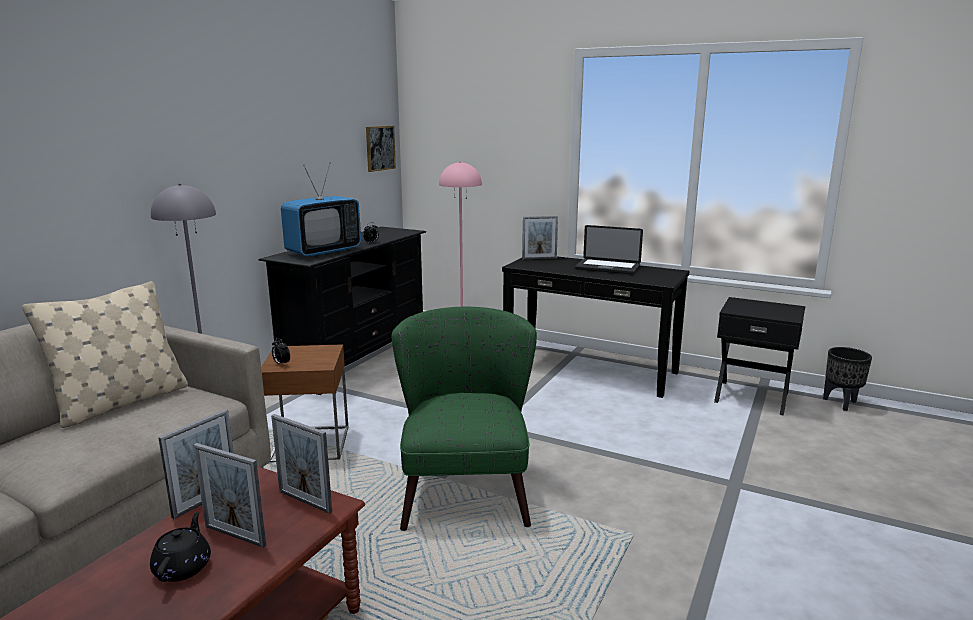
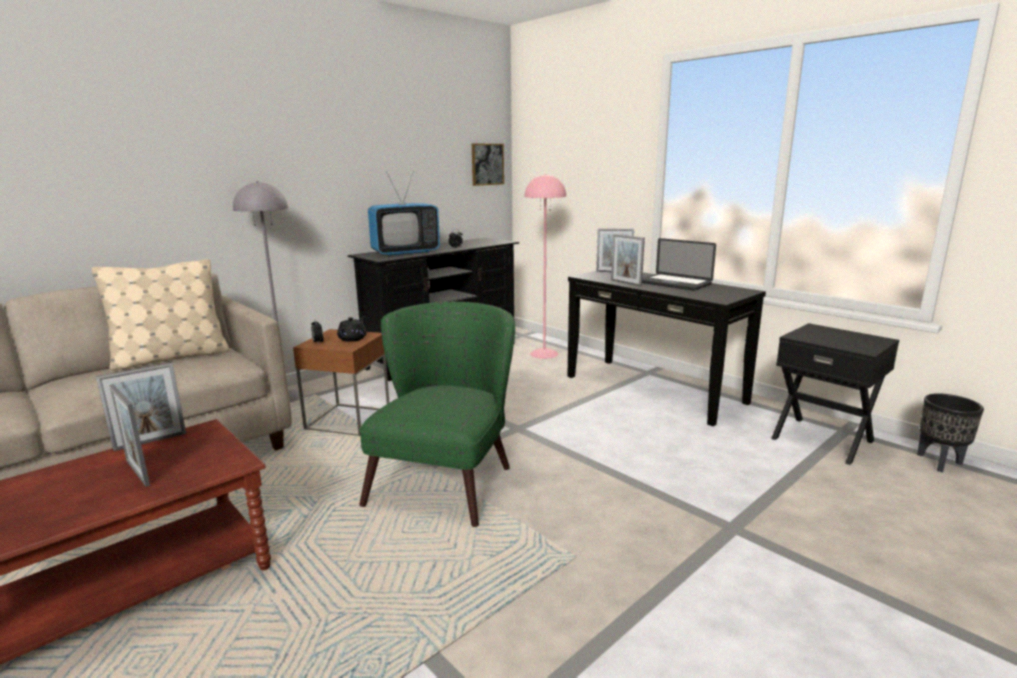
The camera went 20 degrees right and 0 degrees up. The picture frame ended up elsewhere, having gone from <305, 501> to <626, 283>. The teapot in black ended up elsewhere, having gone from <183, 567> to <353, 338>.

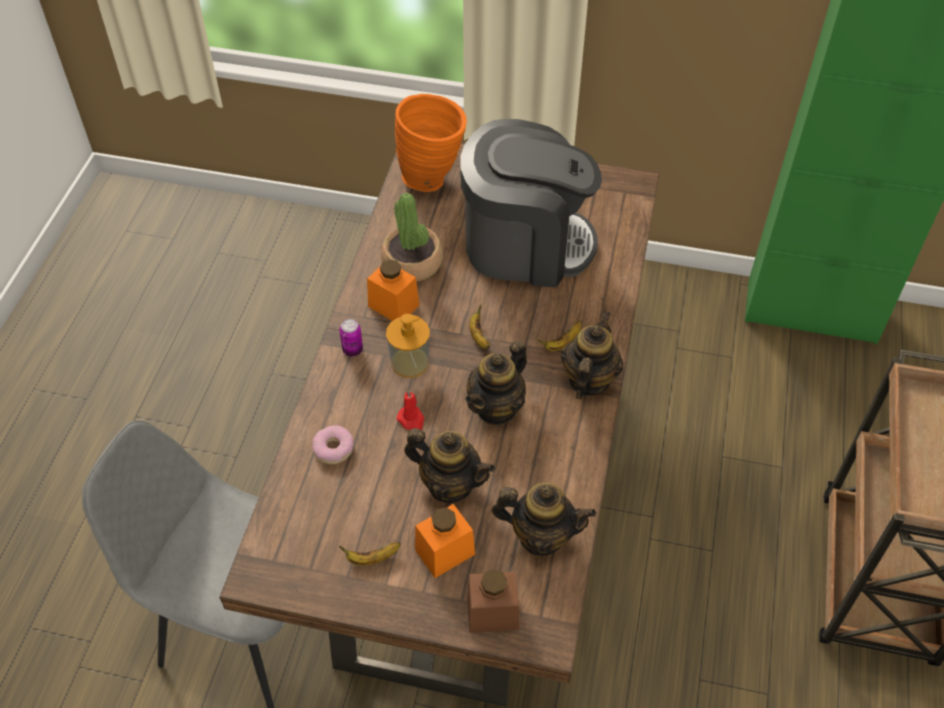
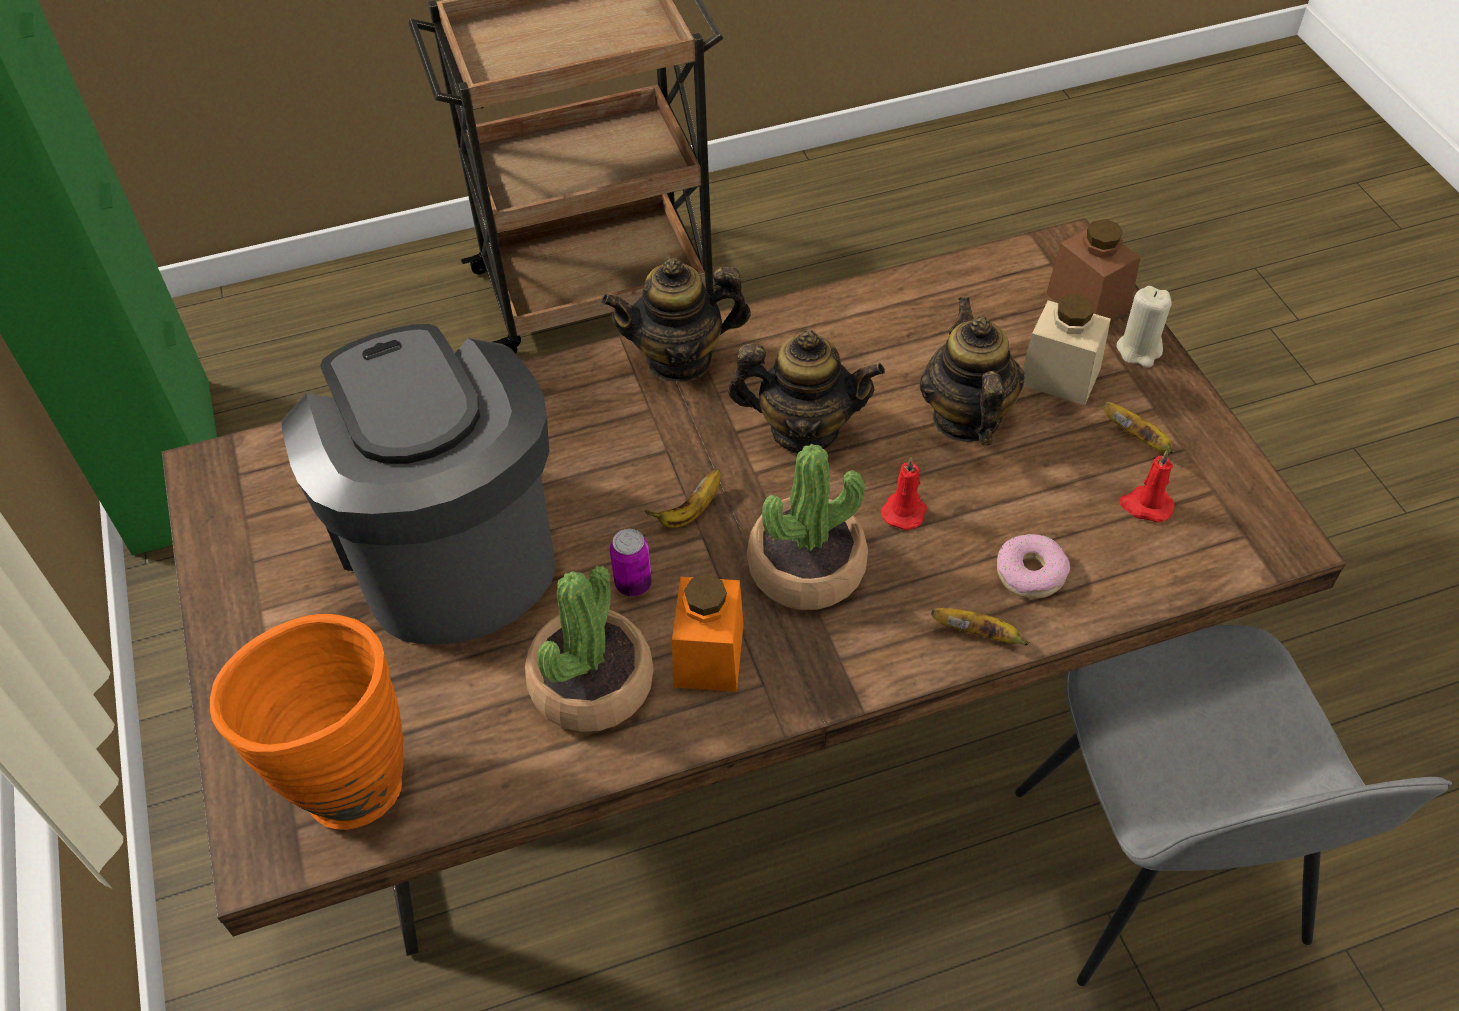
The camera went 120 degrees left and 0 degrees up. Where the soap dispenser stood at <410, 362>, the potted plant came to stand at <806, 568>. The can ended up elsewhere, having gone from <352, 350> to <633, 584>. The banana ended up elsewhere, having gone from <562, 343> to <978, 634>. The second view lost the teapot at <541, 535>. What was the jar in orange at <445, 552> turned into the jar in beige at <1059, 376>. The second view gained the candle in beige at <1139, 350>. The second view gained the candle in red at <1145, 505>.

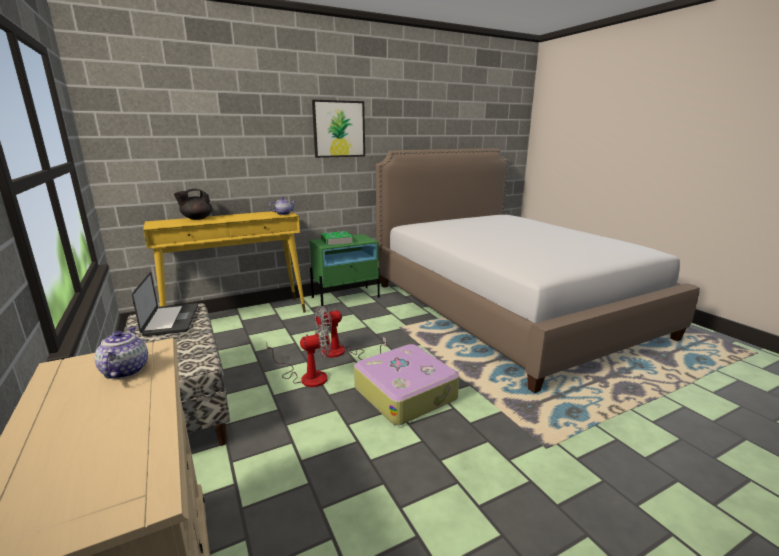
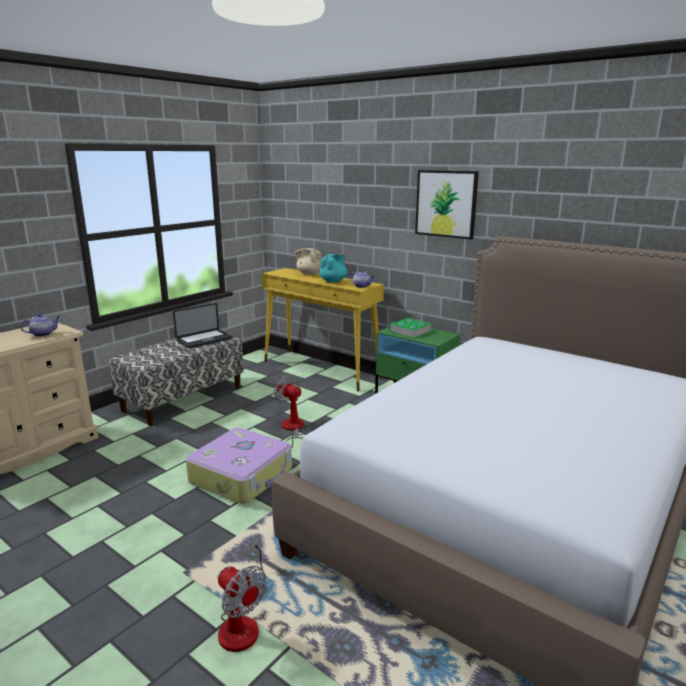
The camera went 65 degrees right and 0 degrees up. What was the teapot in black at <196, 218> turned into the teapot in beige at <309, 274>. The fan ended up elsewhere, having gone from <306, 376> to <242, 622>. The second view gained the teapot in turquoise at <333, 281>.

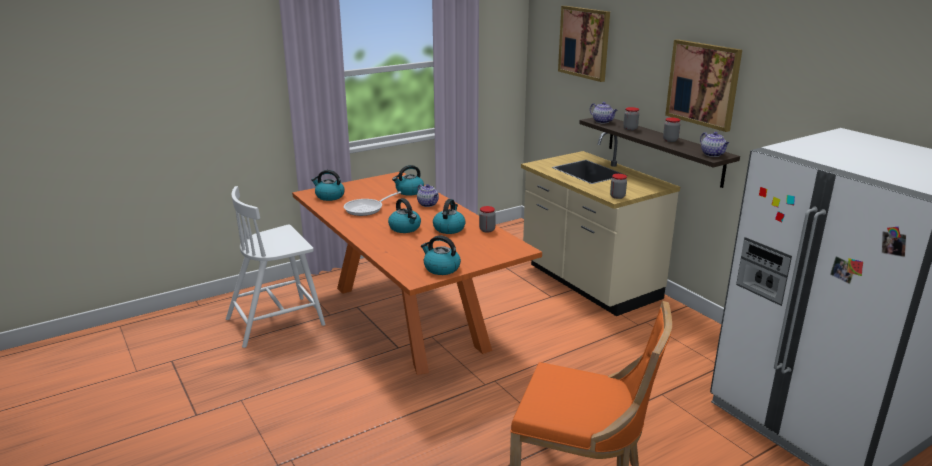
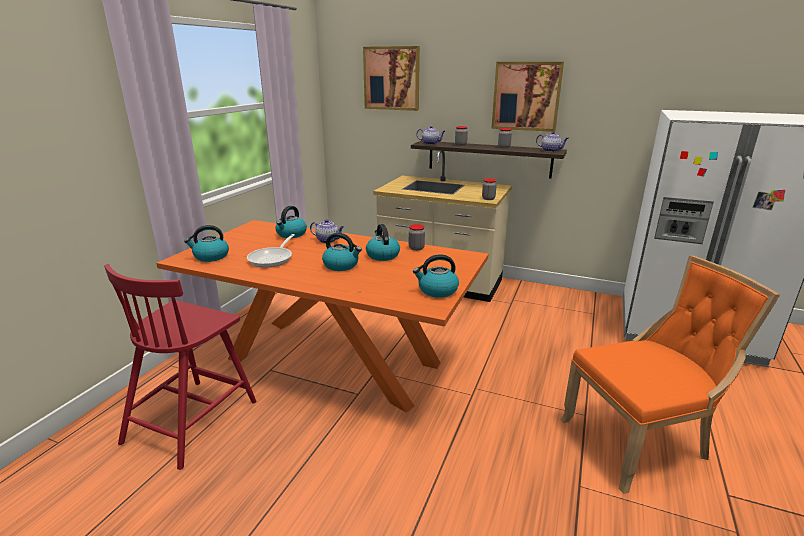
The camera went 35 degrees left and 0 degrees up. What was the chair in white at <277, 321> turned into the chair in red at <193, 419>.

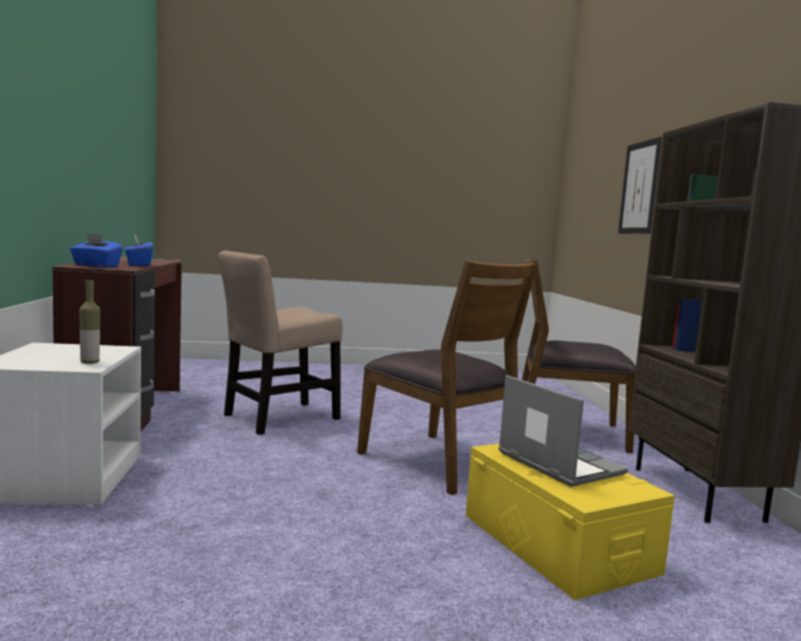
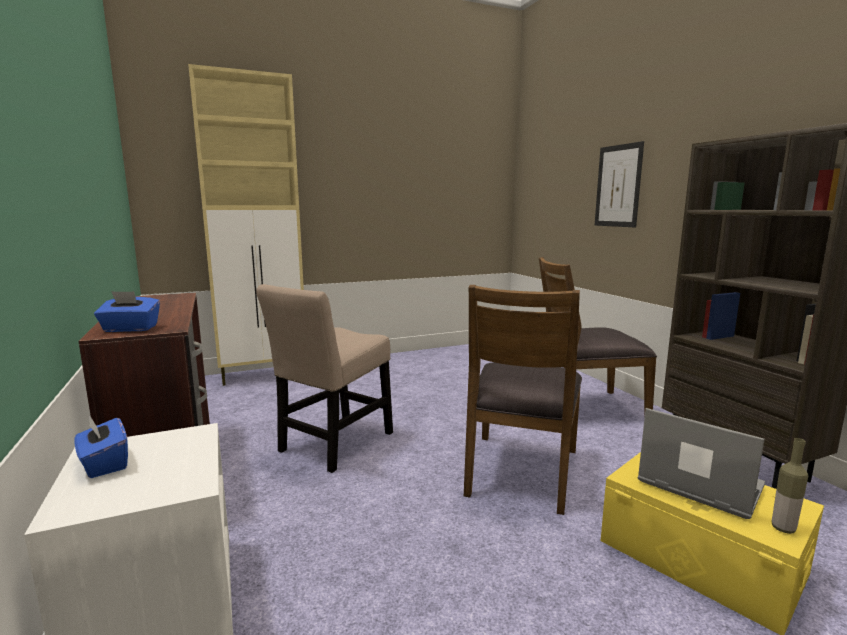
The camera went 15 degrees left and 5 degrees up. The tissue box in blue ended up elsewhere, having gone from <138, 265> to <104, 464>. The chair in brown at <439, 462> ended up facing another way, 75 degrees clockwise from before. The bottle ended up elsewhere, having gone from <90, 362> to <783, 528>. The second view gained the cabinet in beige at <265, 375>.

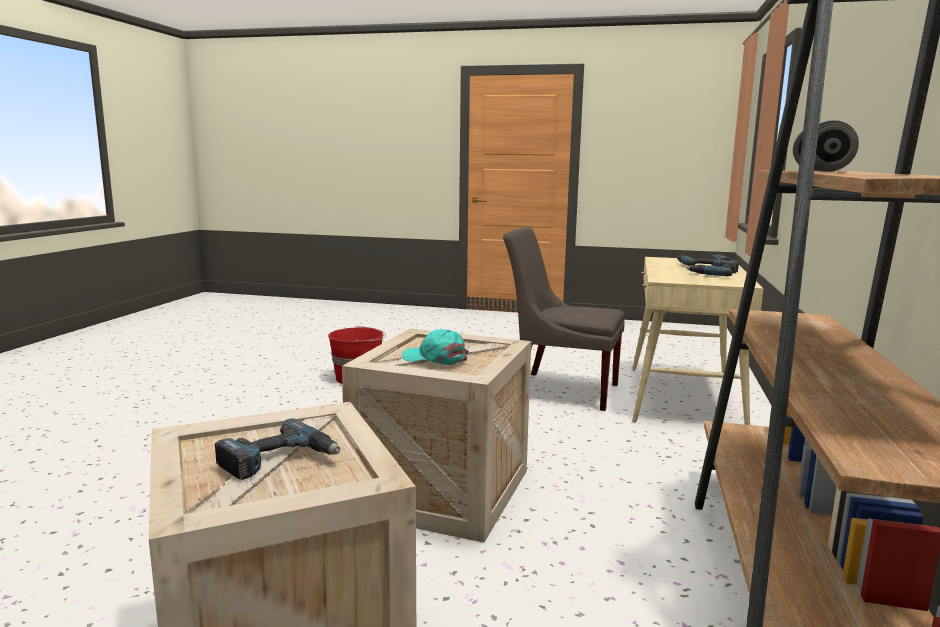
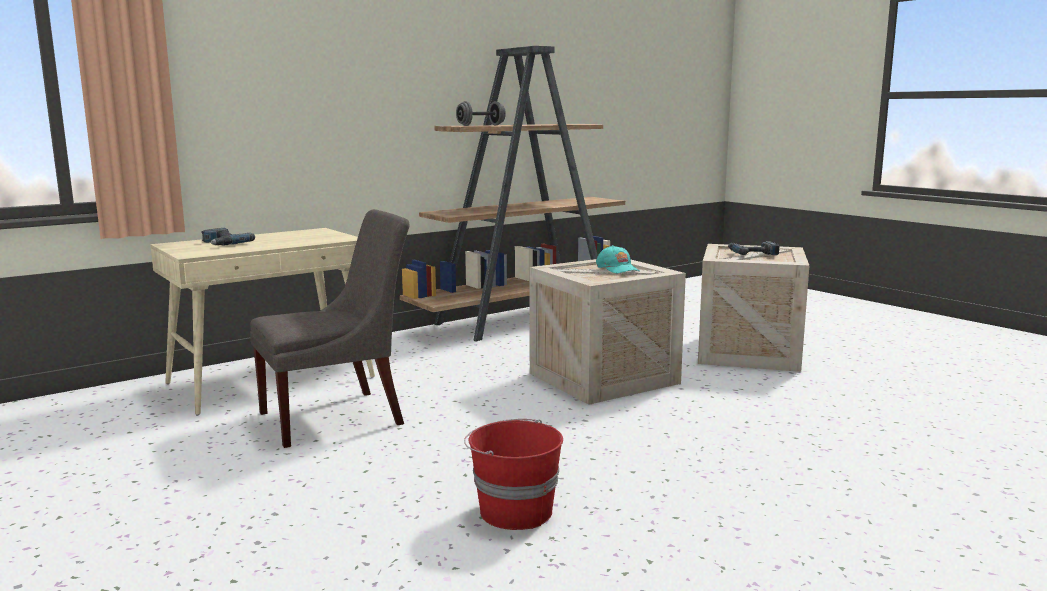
The camera went 140 degrees left and 0 degrees up. The chair in grey at <560, 390> ended up facing another way, 90 degrees counterclockwise from before. The second view lost the power drill at <714, 273>.

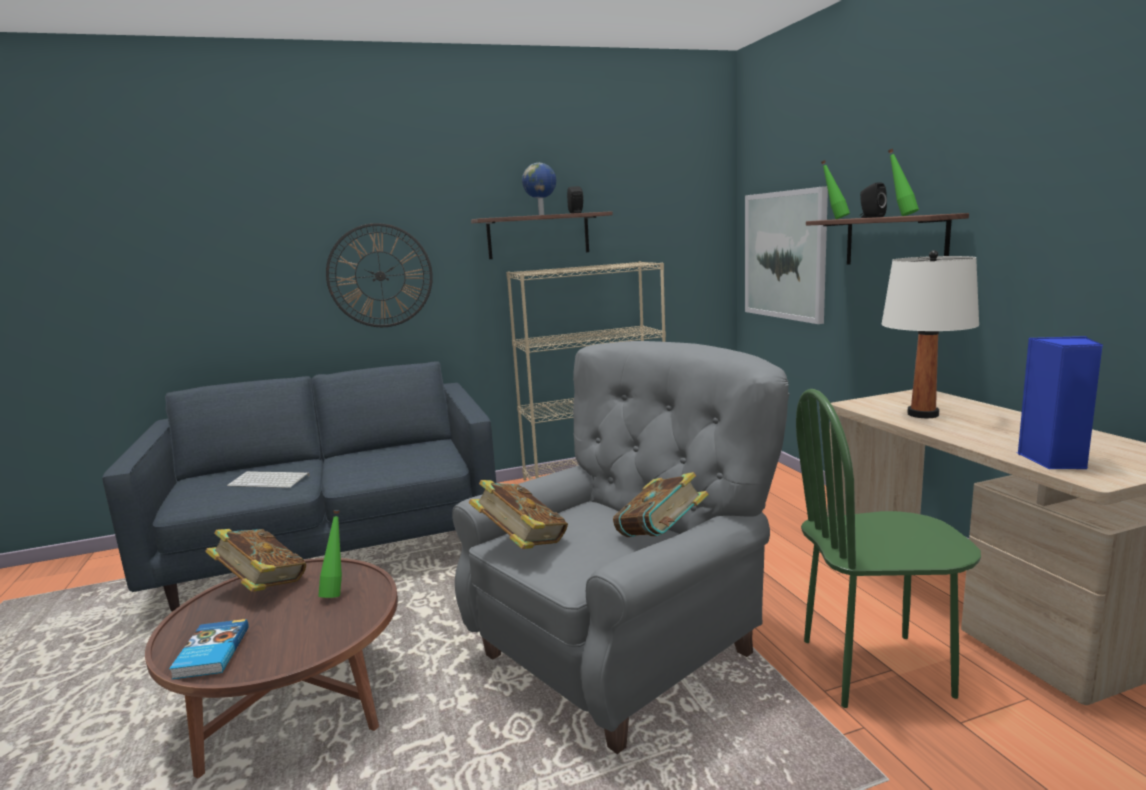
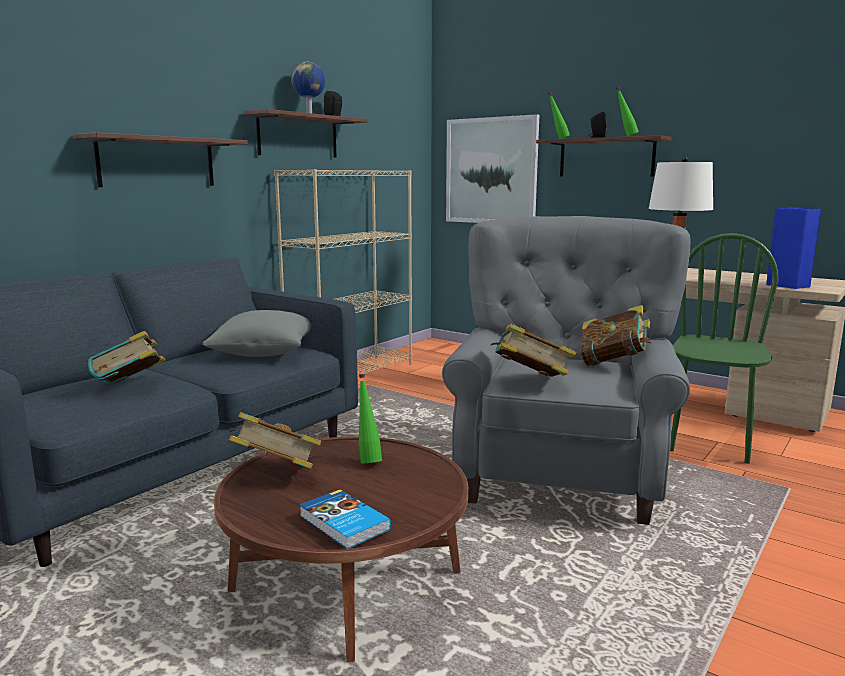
The camera went 35 degrees left and 0 degrees up. Where the wall clock hung at <380, 276>, the shelf came to hang at <157, 162>. The chair in green at <875, 668> ended up facing another way, 150 degrees clockwise from before. Where the keyboard stood at <270, 480>, the book came to stand at <131, 388>. The second view gained the pillow in grey at <264, 352>.

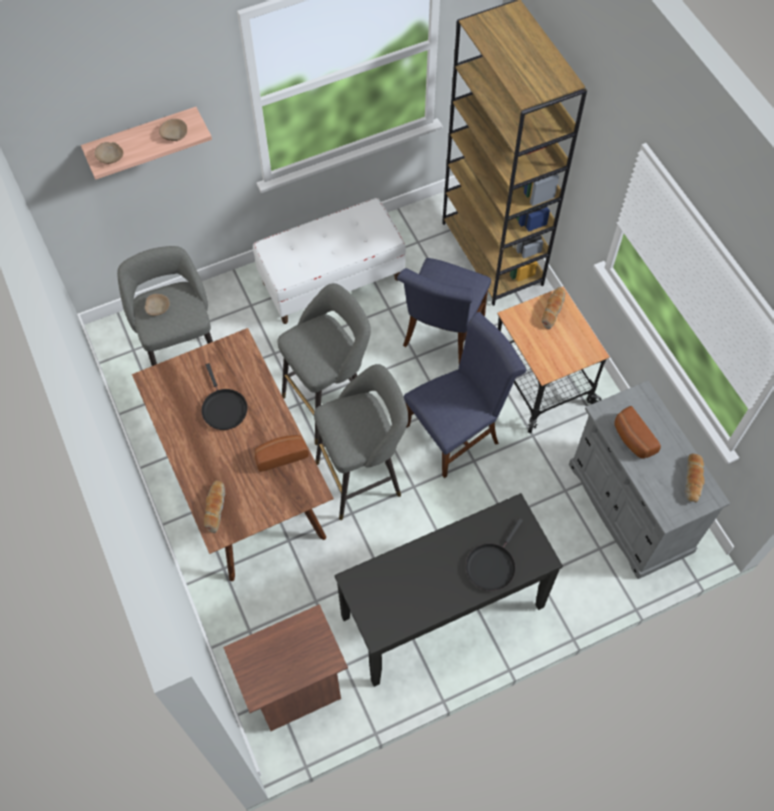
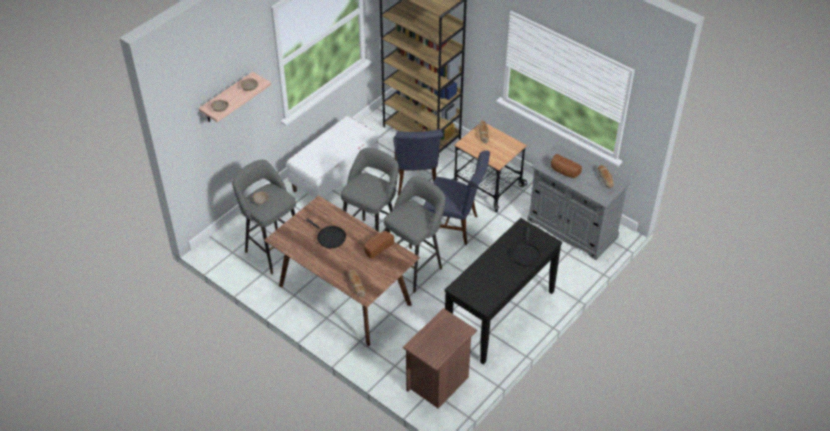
The camera went 25 degrees left and 15 degrees down. The chair in blue at <457, 431> ended up facing another way, 75 degrees clockwise from before.

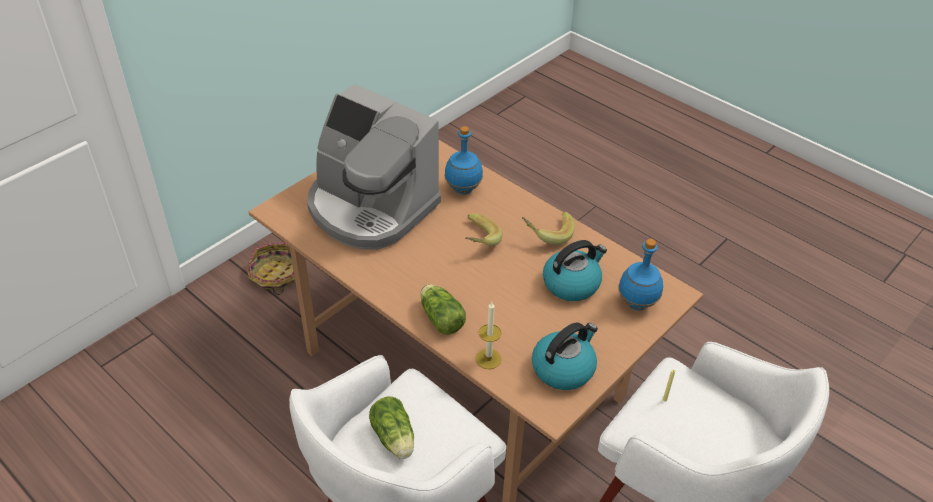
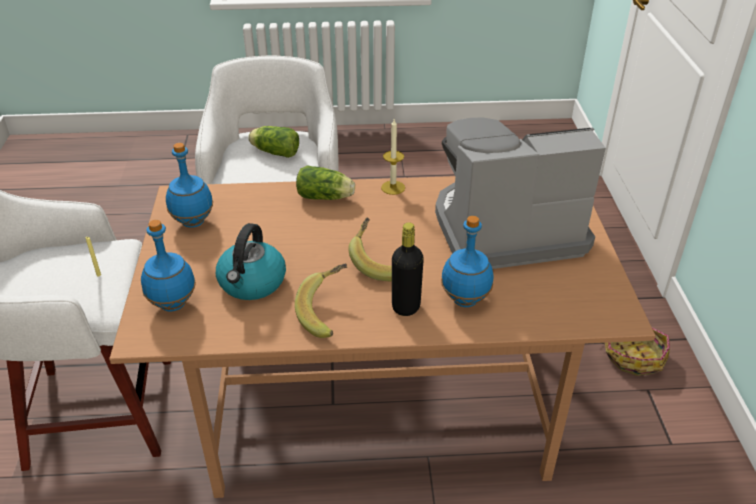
The camera went 135 degrees right and 5 degrees down. The candle ended up elsewhere, having gone from <488, 359> to <393, 187>. Where the kettle stood at <563, 368>, the bottle in blue came to stand at <194, 222>. The second view gained the bottle in black at <406, 307>.

